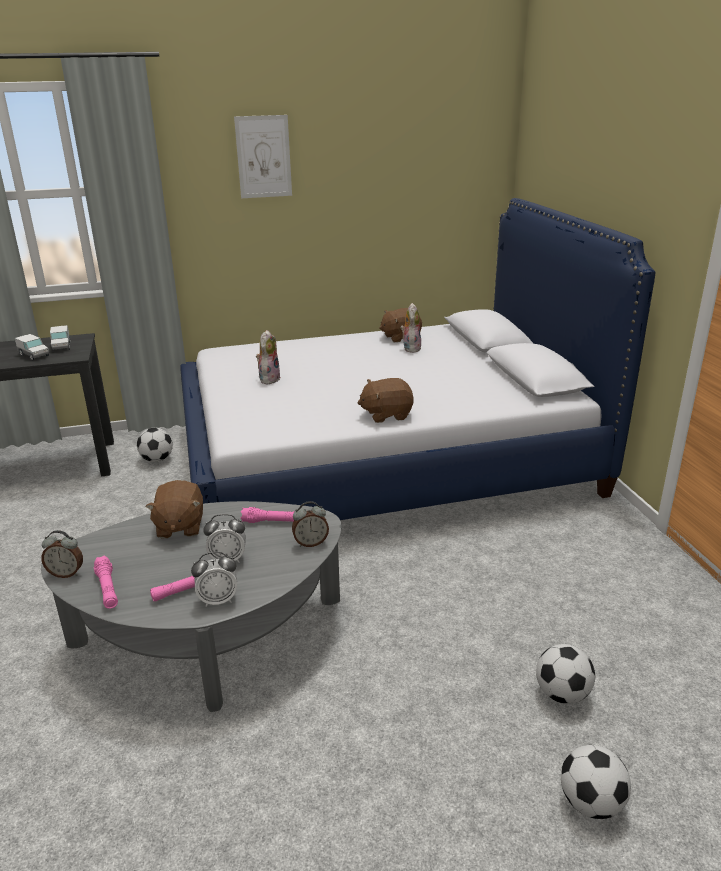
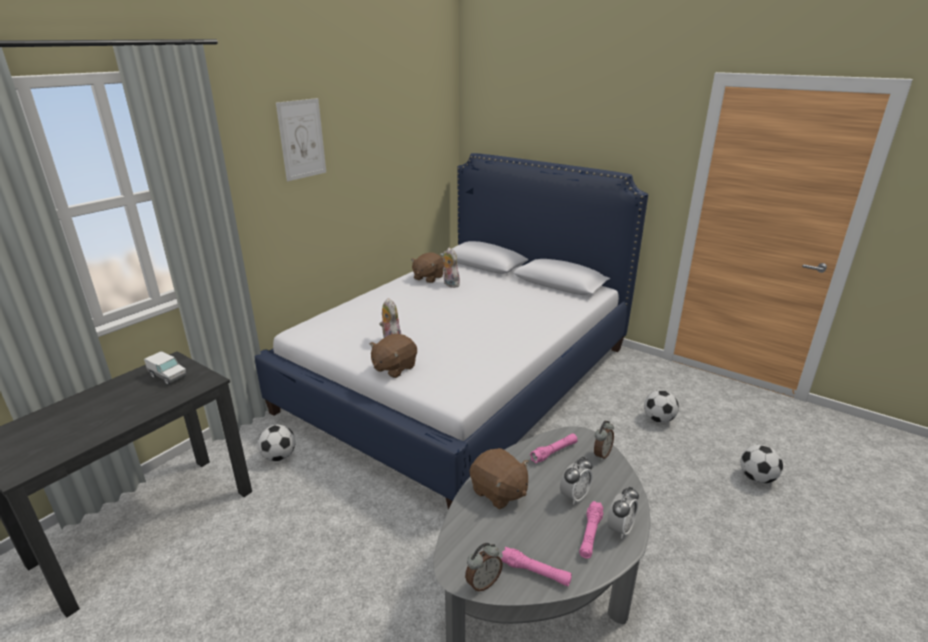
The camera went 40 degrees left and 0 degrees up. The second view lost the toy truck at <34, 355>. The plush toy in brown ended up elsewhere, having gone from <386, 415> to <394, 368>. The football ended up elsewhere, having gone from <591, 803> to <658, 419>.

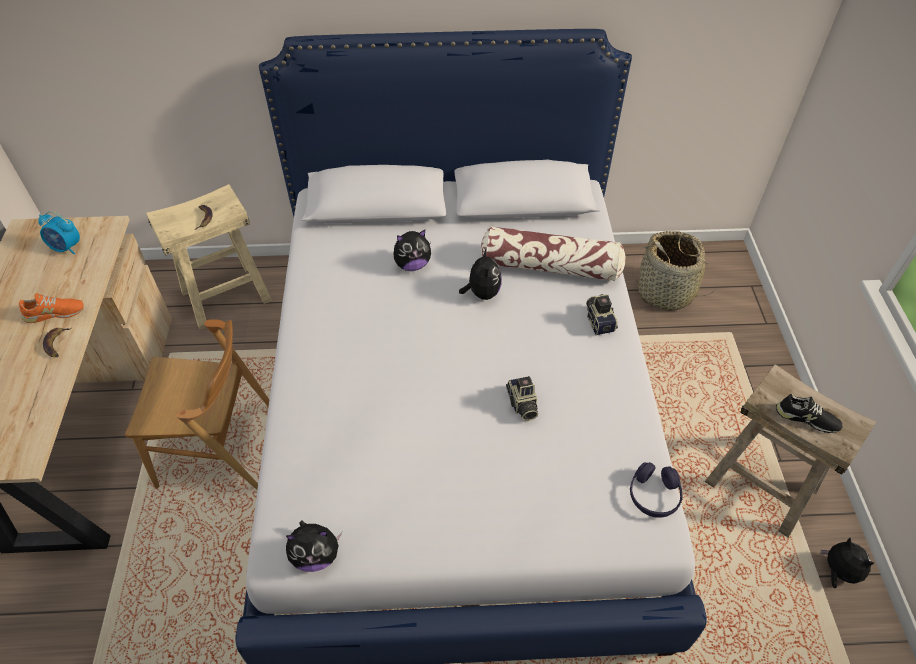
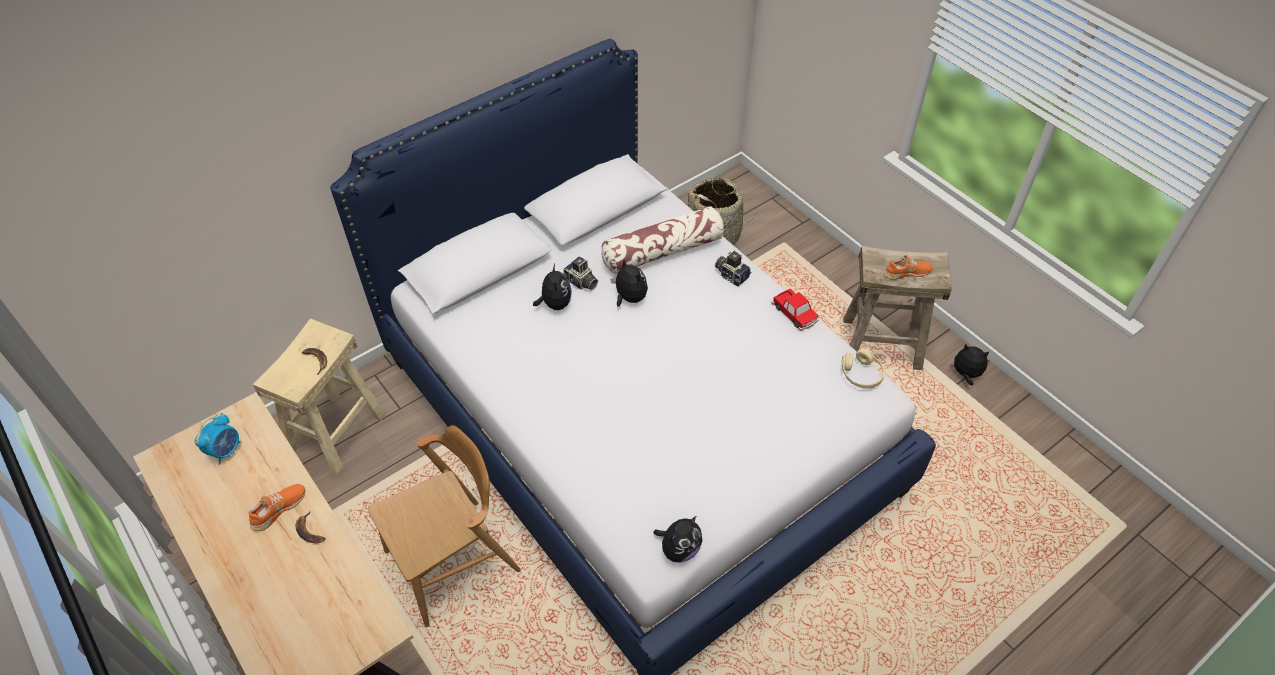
The camera went 35 degrees left and 0 degrees up. The alarm clock at <67, 248> ended up facing another way, 45 degrees counterclockwise from before. The plush toy at <412, 264> ended up facing another way, 45 degrees counterclockwise from before. The photo camera ended up elsewhere, having gone from <522, 405> to <580, 282>. What was the shoe in black at <807, 418> turned into the shoe in orange at <907, 272>. What was the headphones in purple at <654, 495> turned into the headphones in beige at <861, 374>. The second view gained the toy car at <794, 313>.

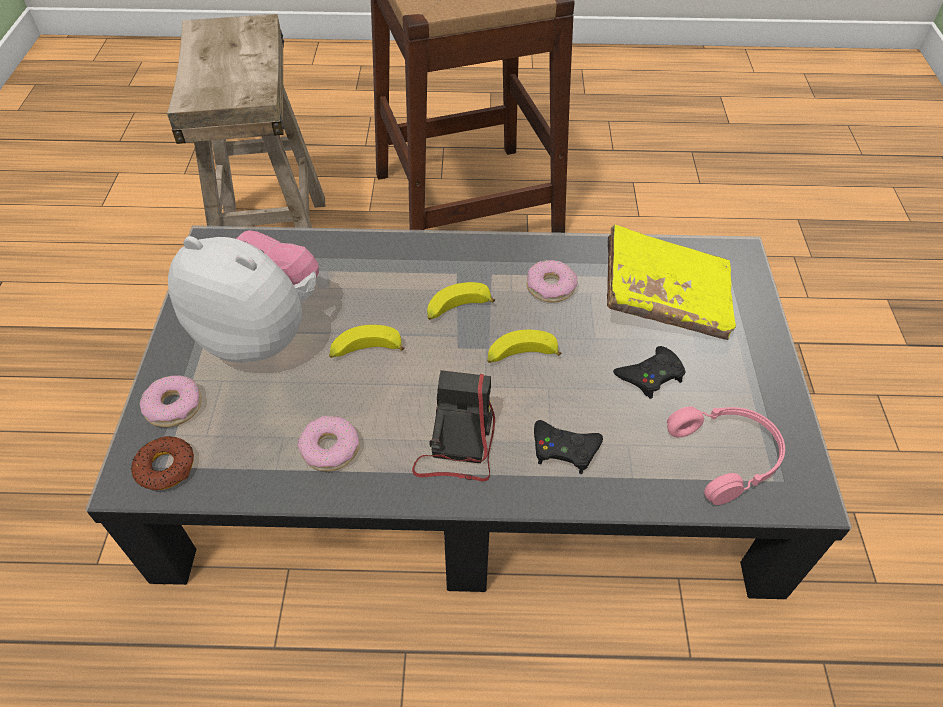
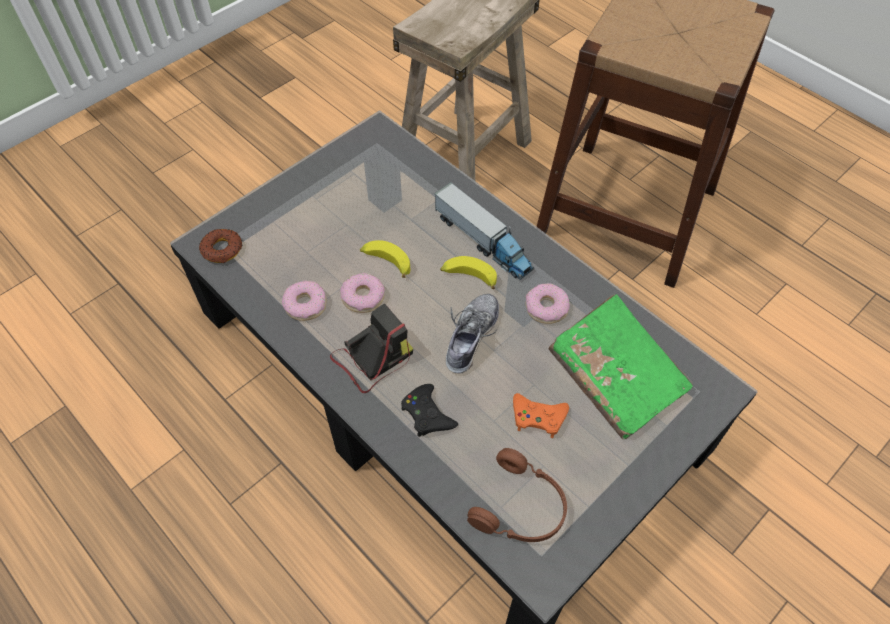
The camera went 45 degrees right and 5 degrees up. What was the book in yellow at <664, 299> turned into the book in green at <615, 376>. The second view lost the plush toy at <262, 333>. Where the banana stood at <520, 356>, the shoe came to stand at <471, 337>. What was the game controller in black at <650, 375> turned into the game controller in orange at <538, 417>. The donut ended up elsewhere, having gone from <174, 406> to <363, 297>. What was the headphones in pink at <727, 456> turned into the headphones in brown at <521, 507>. The second view gained the toy truck at <483, 241>.

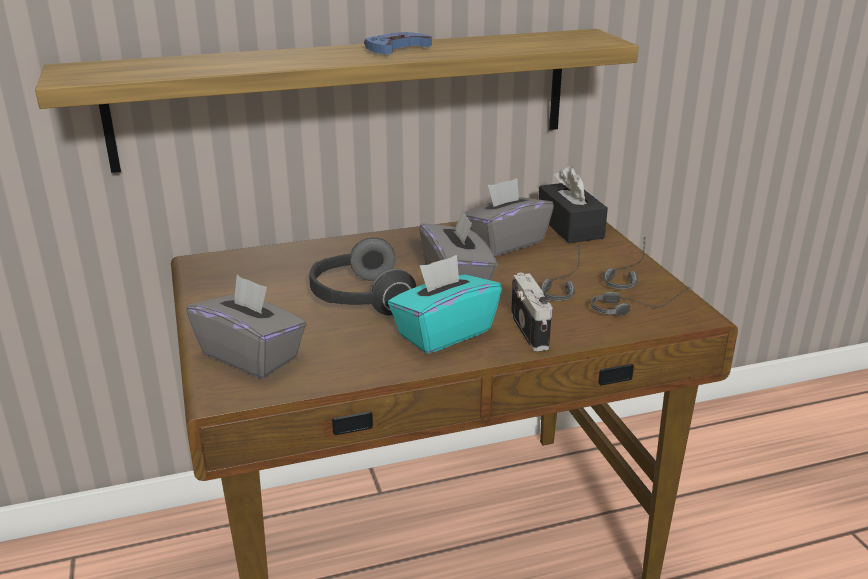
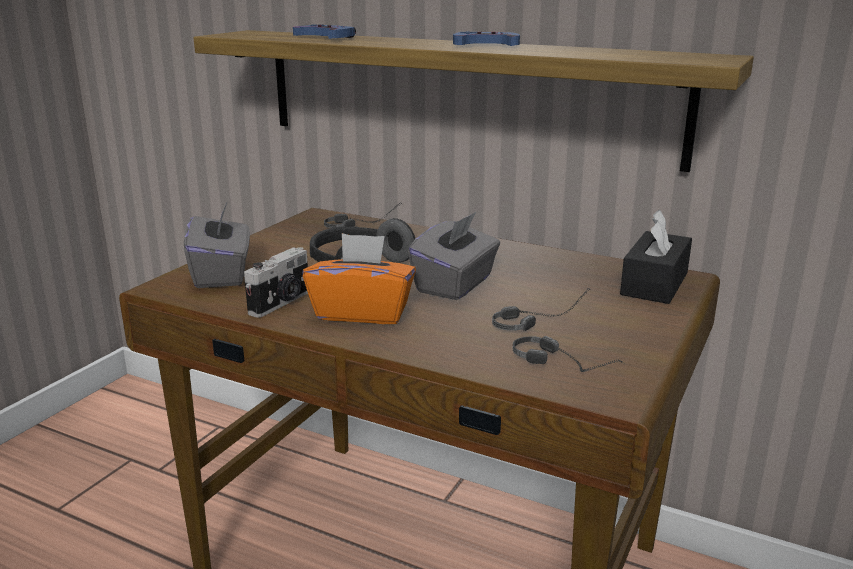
The camera went 45 degrees right and 5 degrees down. The second view lost the tissue box in grey at <505, 243>. The headphones ended up elsewhere, having gone from <623, 272> to <362, 224>. What was the tissue box in turquoise at <443, 333> turned into the tissue box in orange at <362, 312>. The photo camera ended up elsewhere, having gone from <532, 330> to <282, 303>. The second view gained the game controller in blue at <326, 37>.

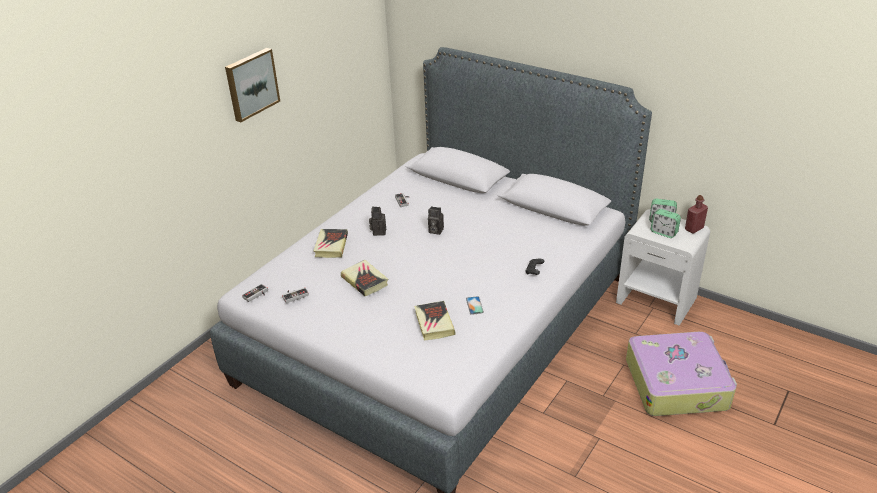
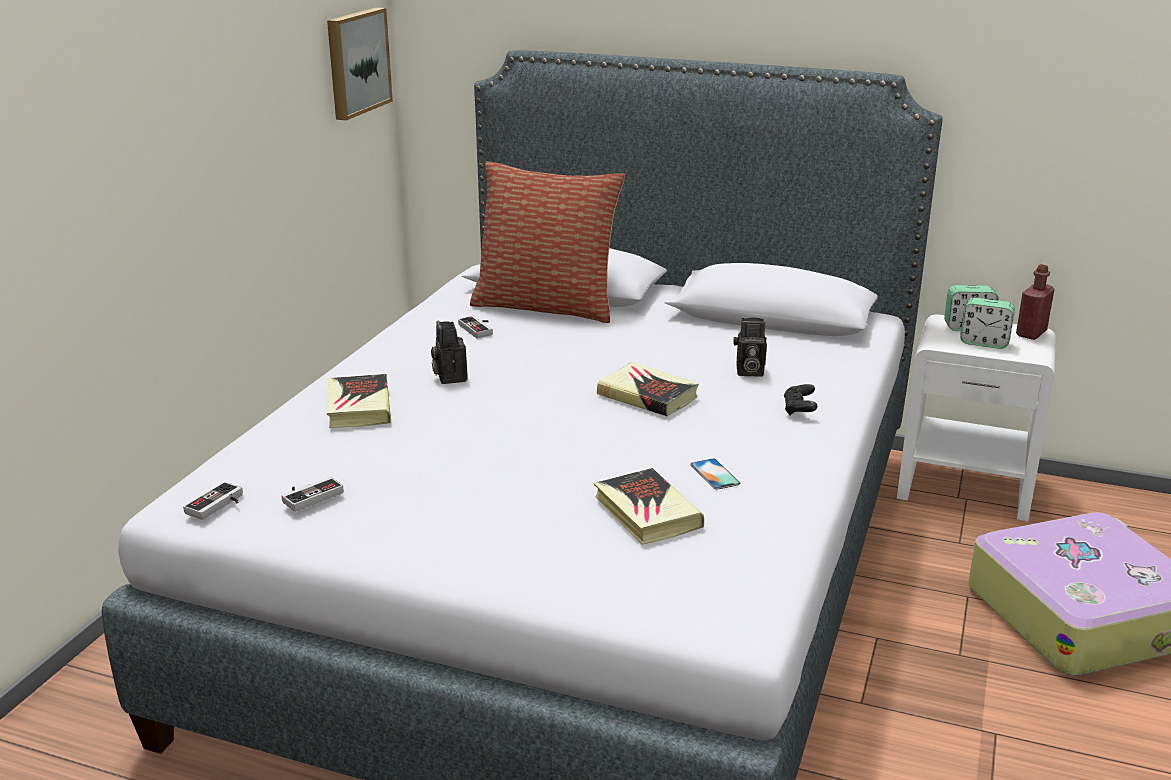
The camera went 15 degrees left and 10 degrees down. The picture ended up elsewhere, having gone from <251, 84> to <356, 62>. The photo camera ended up elsewhere, having gone from <435, 231> to <748, 372>. The book ended up elsewhere, having gone from <365, 281> to <647, 396>. The second view gained the pillow at <547, 306>.

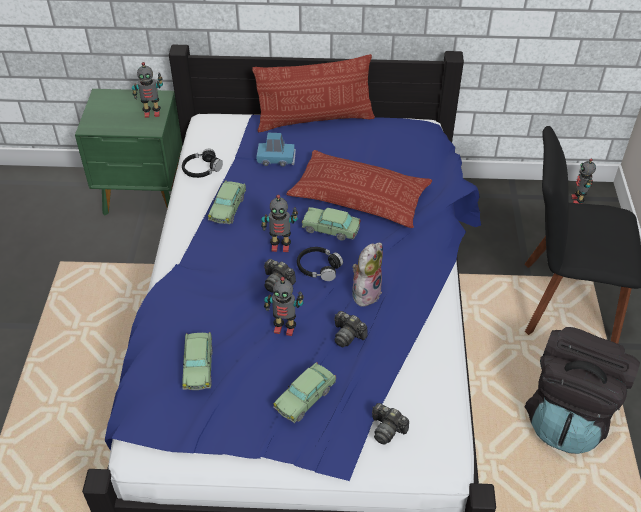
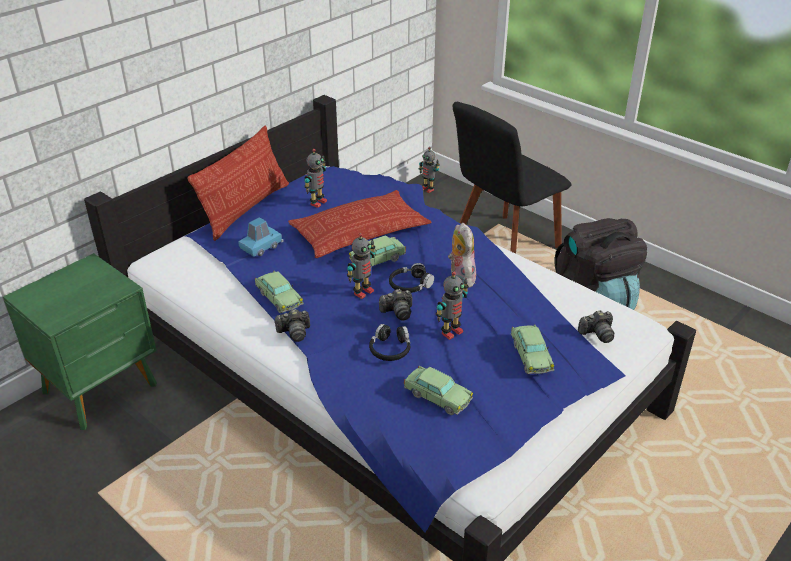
The camera went 50 degrees left and 10 degrees down. The toy robot ended up elsewhere, having gone from <152, 113> to <317, 202>. The headphones in black ended up elsewhere, having gone from <201, 169> to <390, 349>. The photo camera ended up elsewhere, having gone from <348, 335> to <294, 332>.

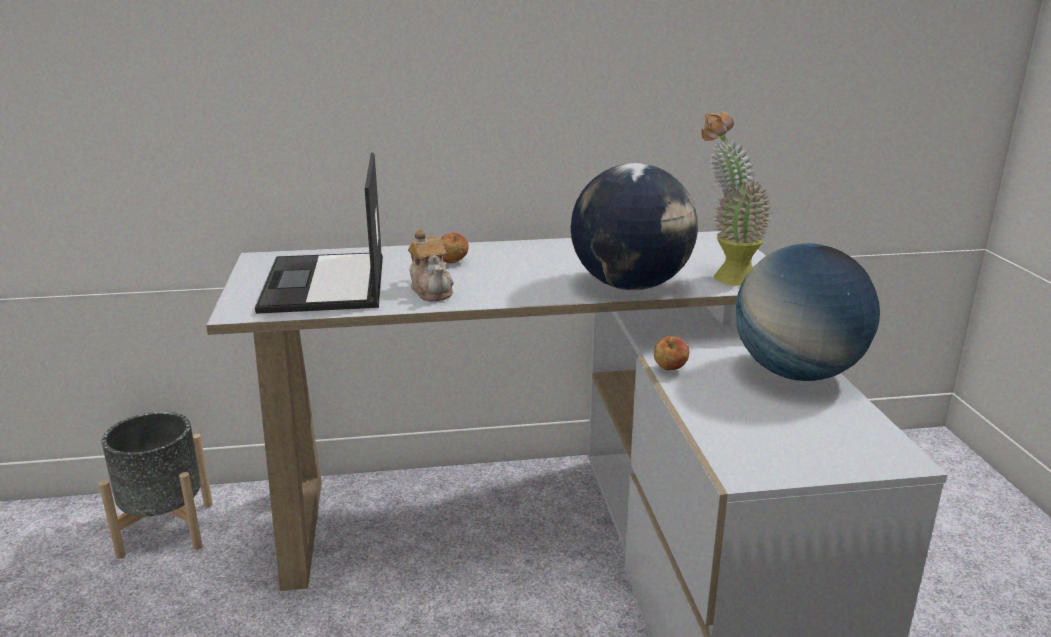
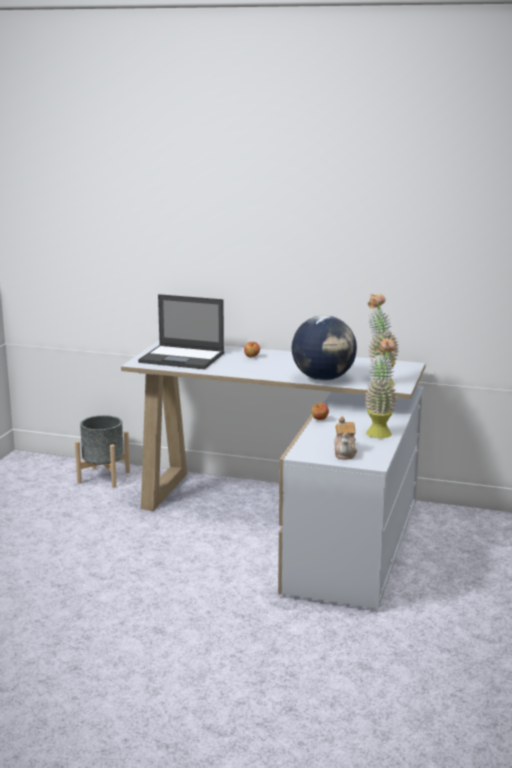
The camera went 25 degrees right and 5 degrees down. The laptop at <325, 284> ended up facing another way, 90 degrees counterclockwise from before. The teapot ended up elsewhere, having gone from <432, 290> to <345, 452>. Where the globe stood at <797, 373>, the potted plant came to stand at <379, 431>.

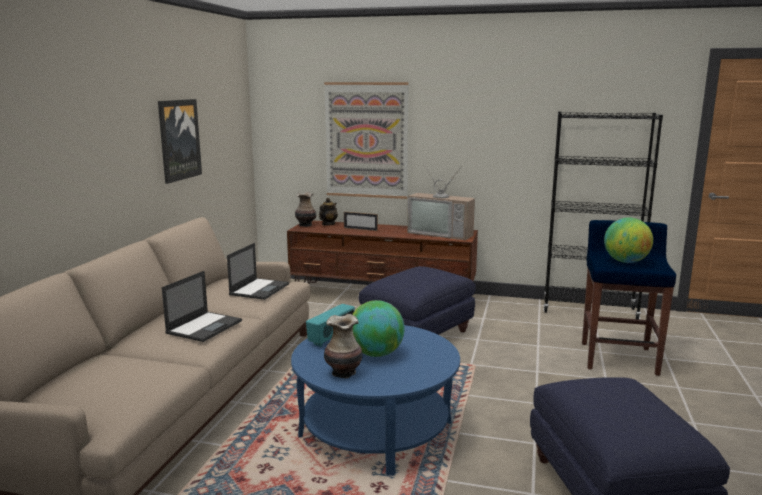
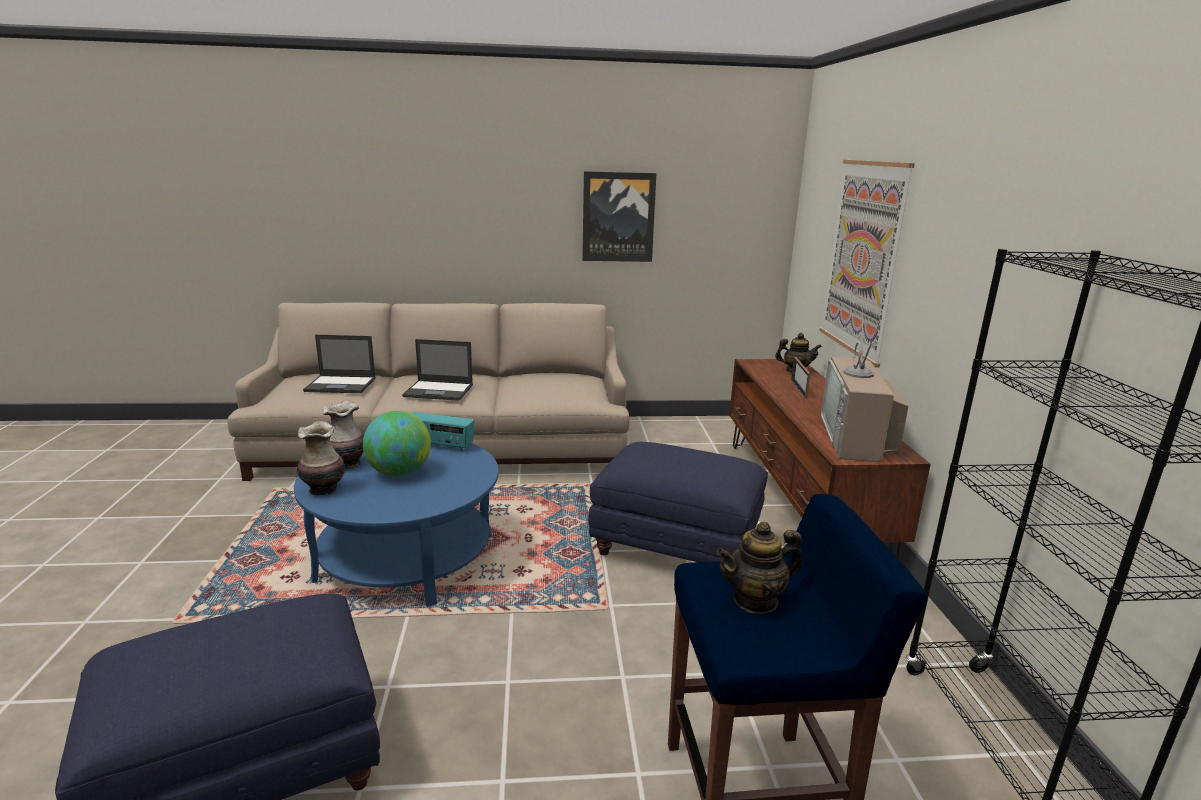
The camera went 70 degrees right and 5 degrees up. The vase ended up elsewhere, having gone from <305, 225> to <324, 489>. Where the globe stood at <626, 262>, the teapot came to stand at <755, 600>. The laptop ended up elsewhere, having gone from <259, 289> to <341, 385>.

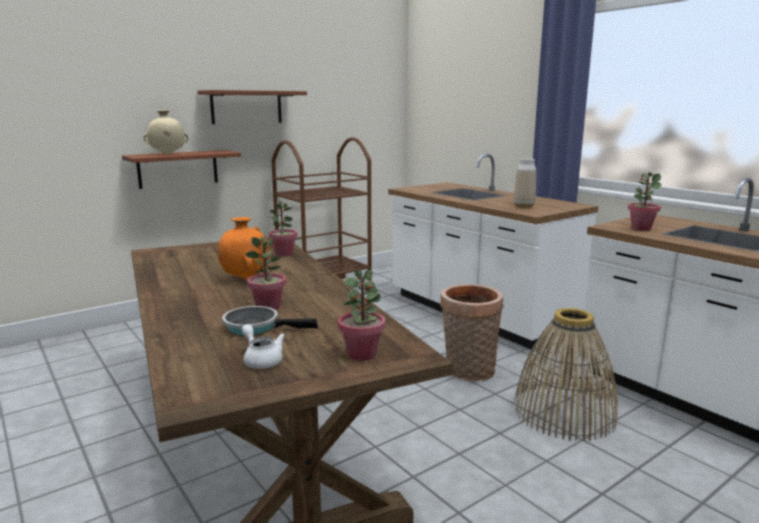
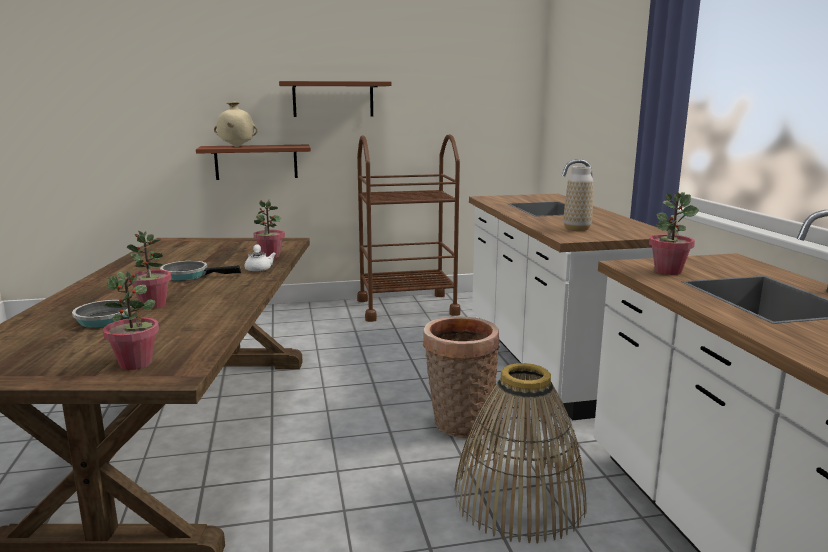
The camera went 25 degrees right and 0 degrees up. Where the vase in orange stood at <245, 279>, the frying pan came to stand at <189, 275>. The teapot in white ended up elsewhere, having gone from <261, 360> to <259, 268>.

